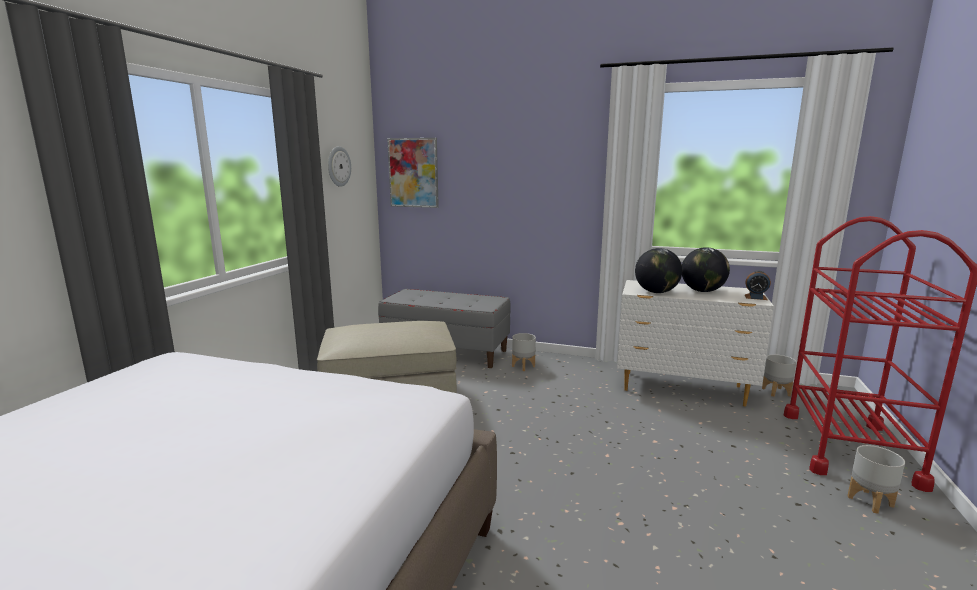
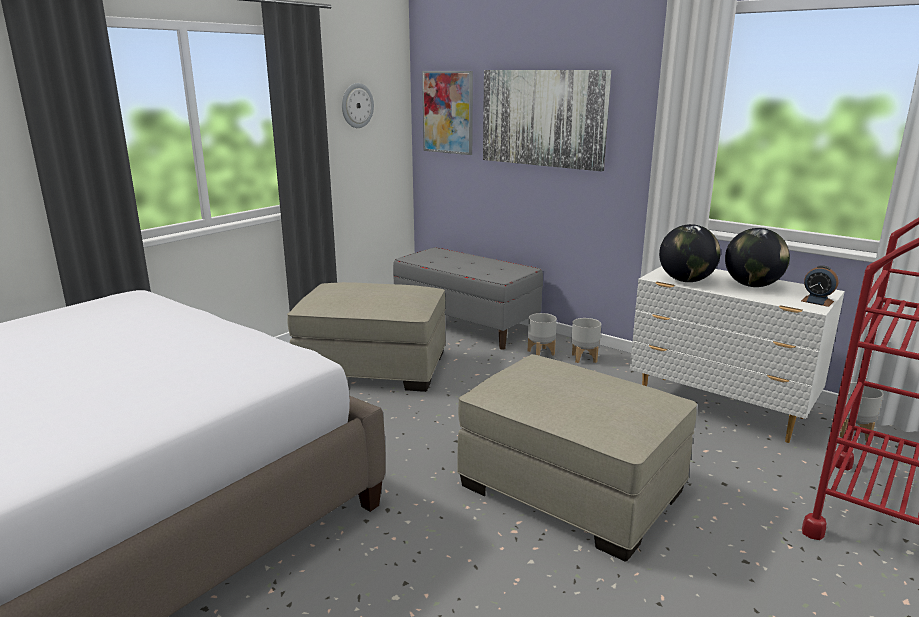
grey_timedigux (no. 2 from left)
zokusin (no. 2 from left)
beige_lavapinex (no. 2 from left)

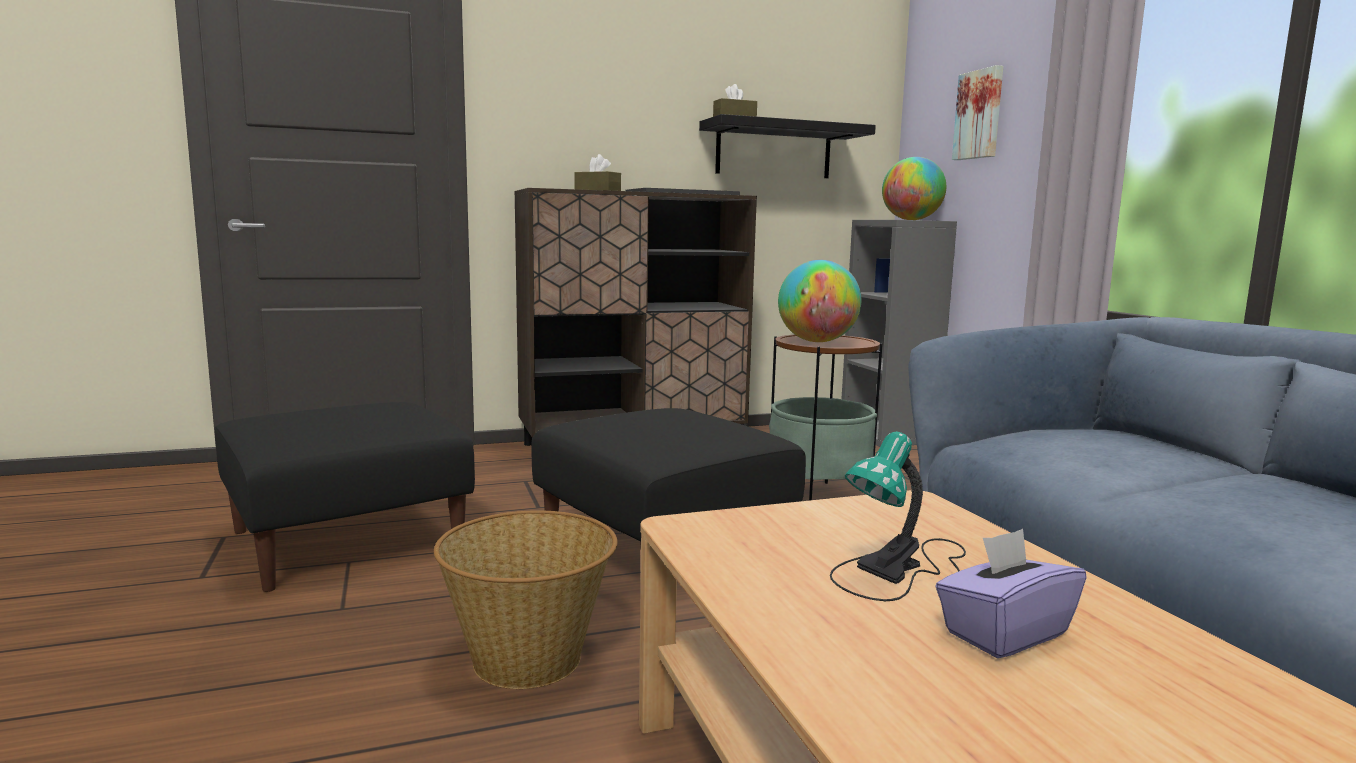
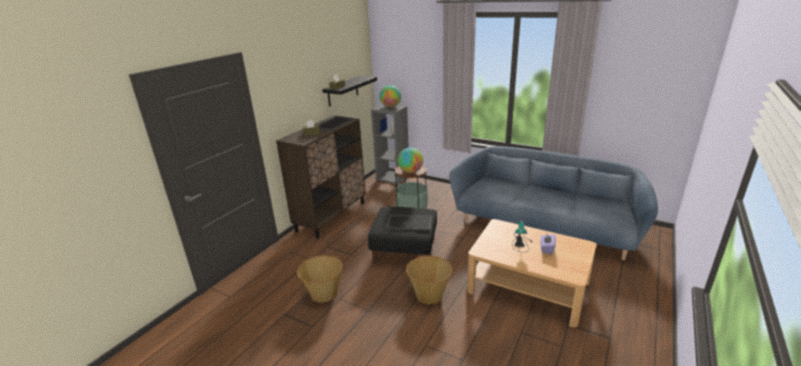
zokusin
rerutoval (no. 1 from left)
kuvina (no. 2 from left)

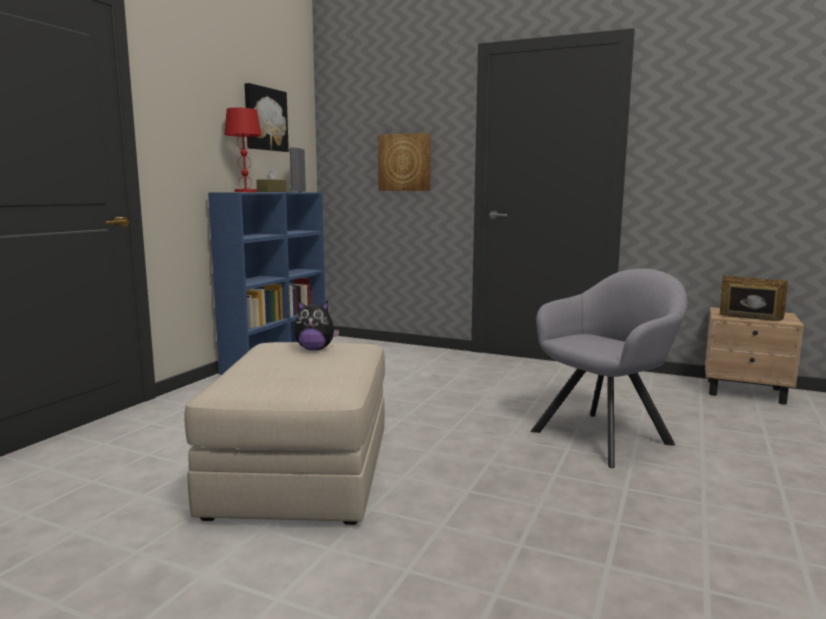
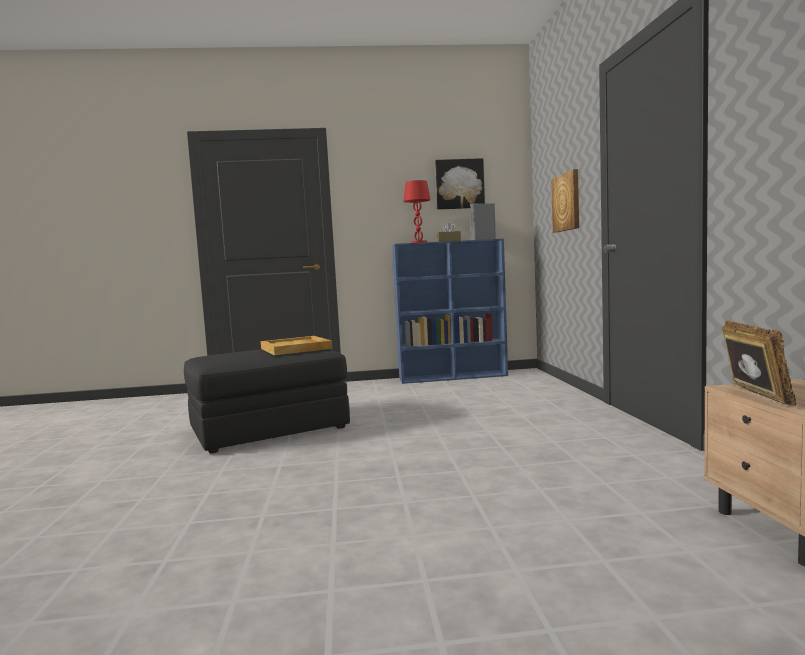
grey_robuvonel
beige_kuvina
black_lavapinex

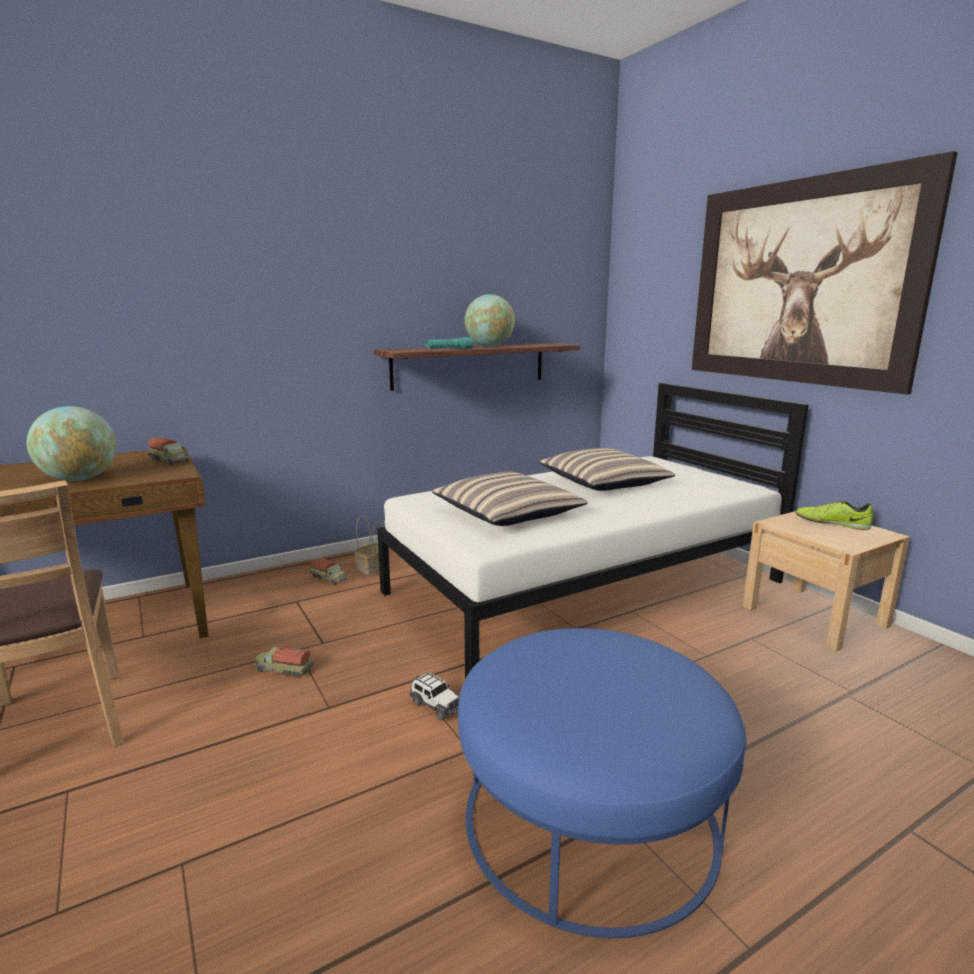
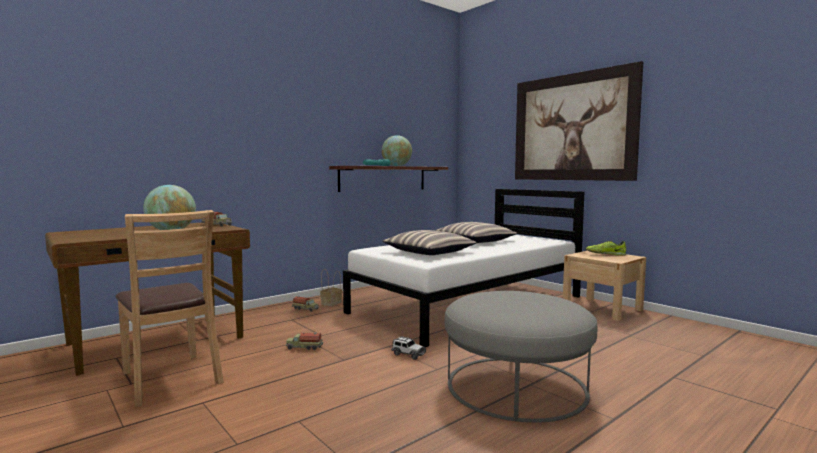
grey_lavapinex

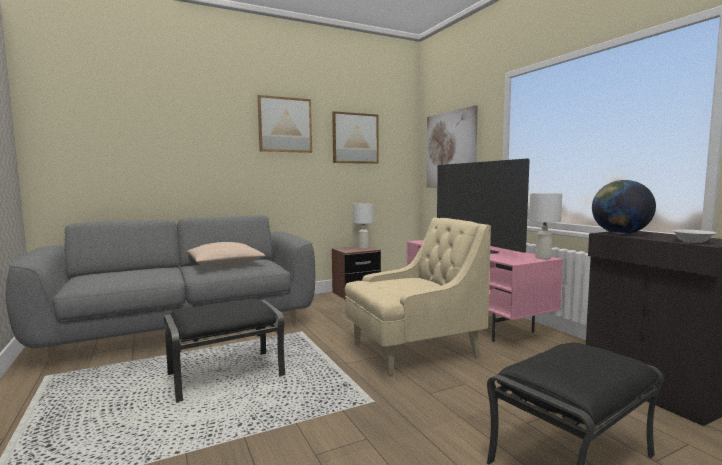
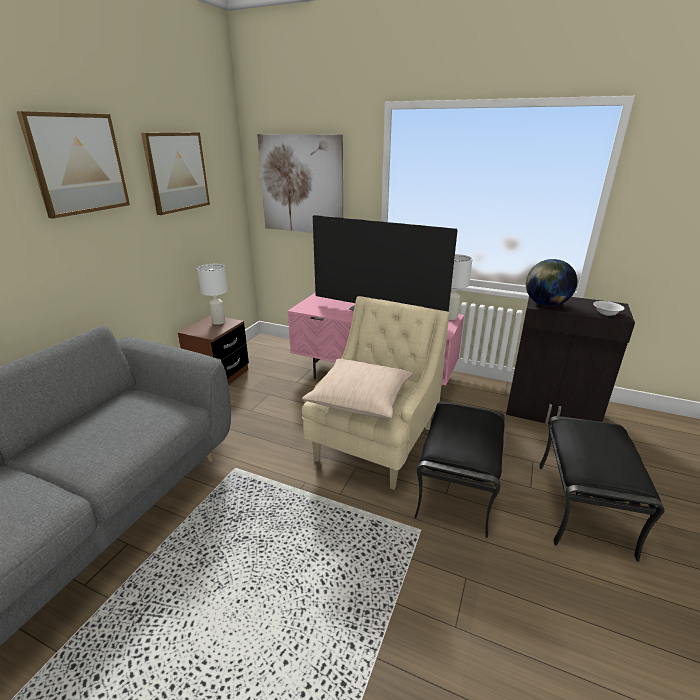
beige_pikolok
black_lavapinex (no. 1 from left)

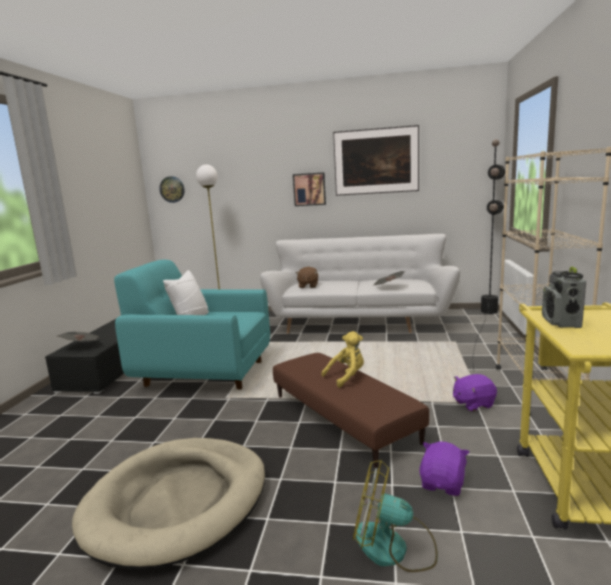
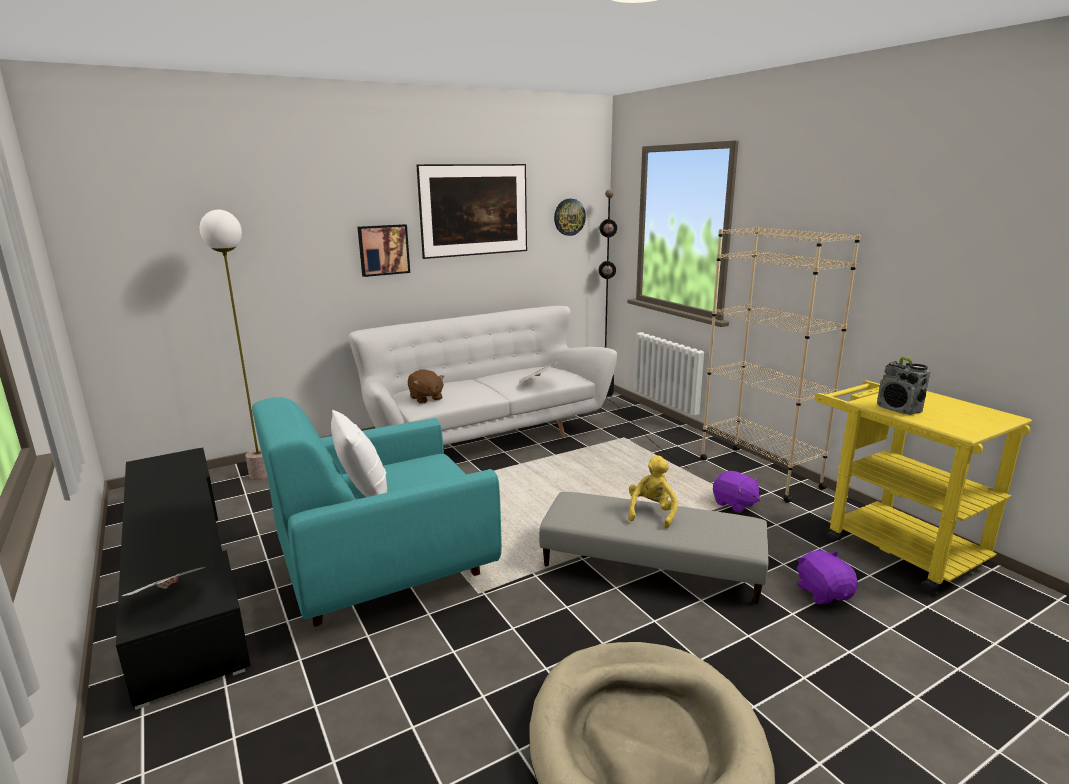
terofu
grey_lavapinex
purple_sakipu (no. 1 from left)
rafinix

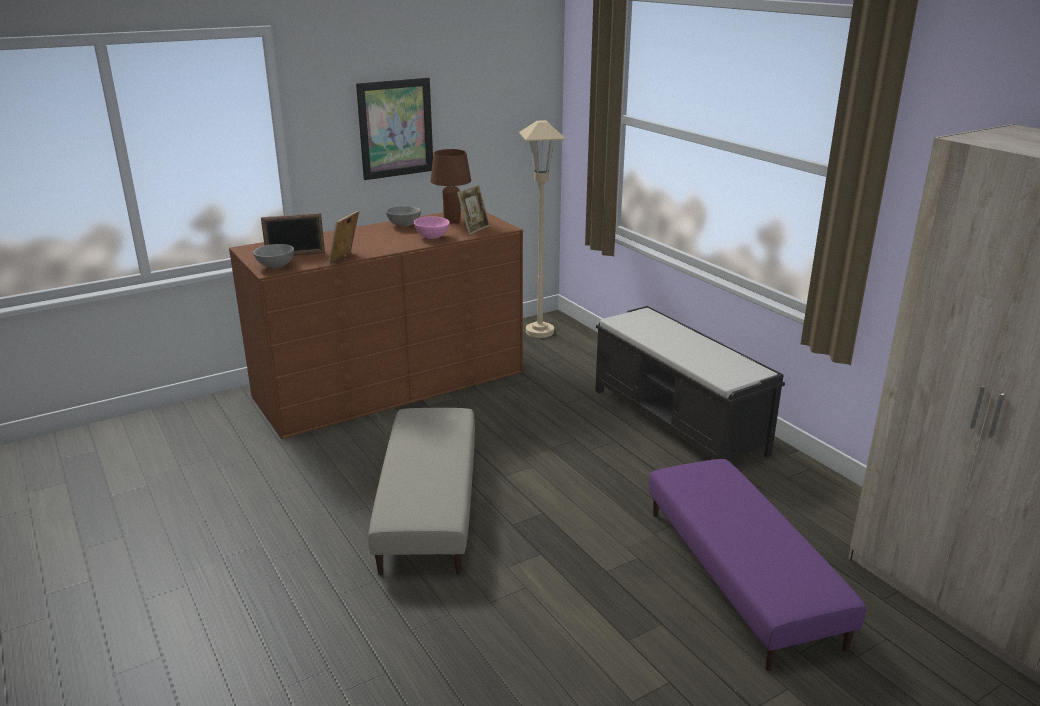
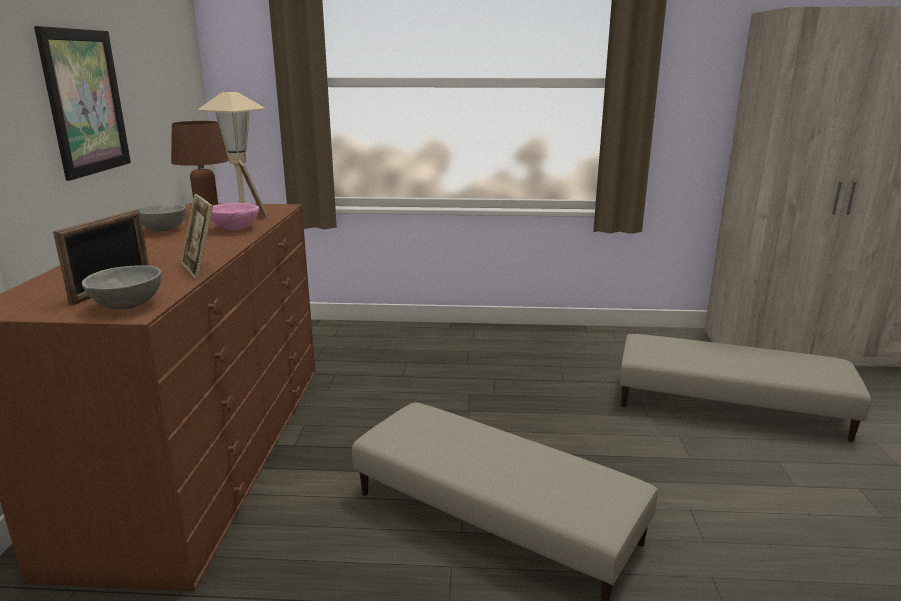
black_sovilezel
beige_lavapinex (no. 2 from left)

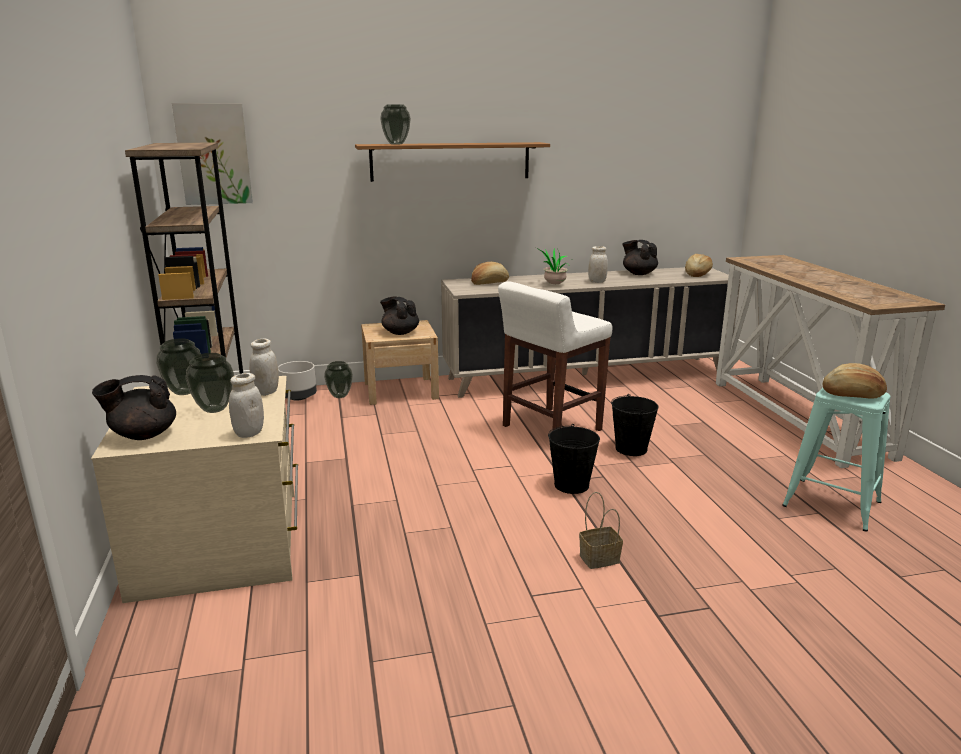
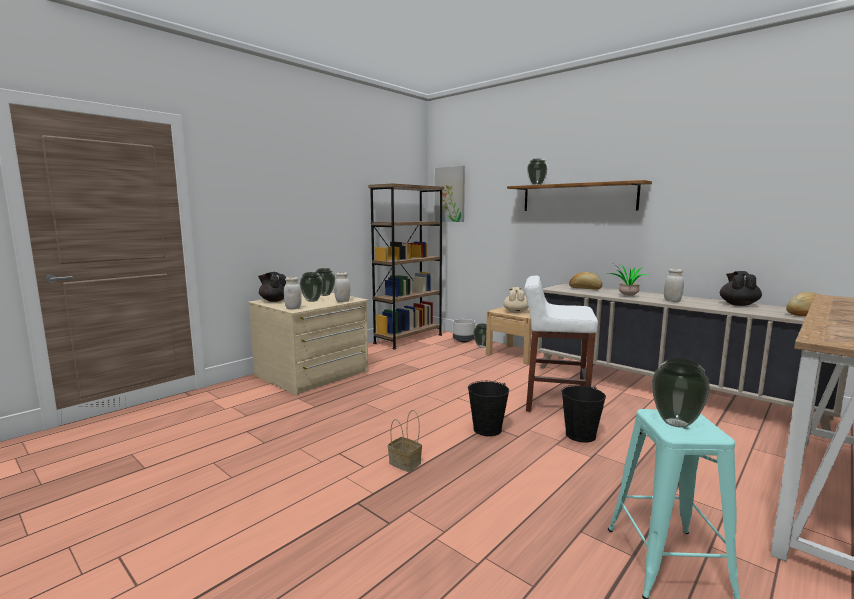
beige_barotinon
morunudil (no. 5 from left)

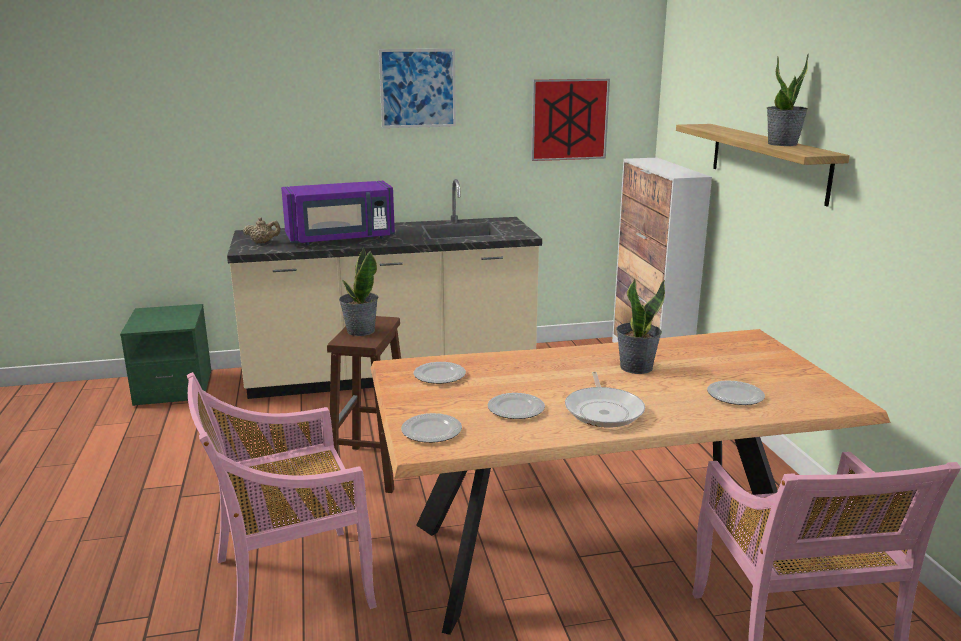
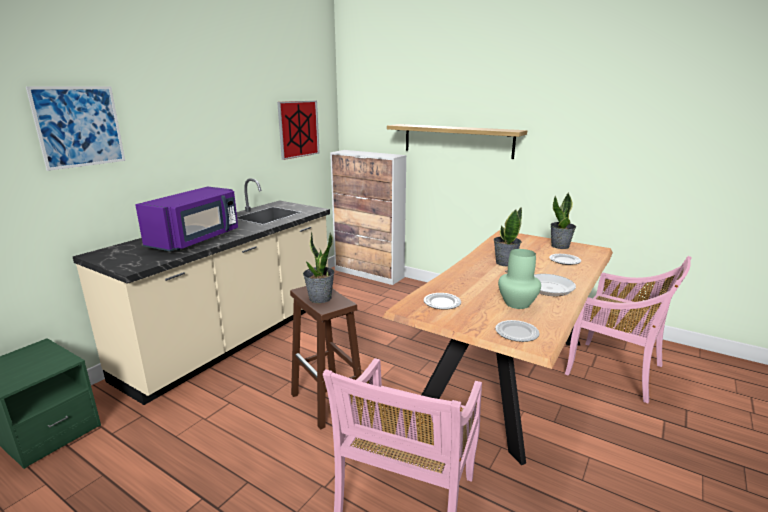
zokusin (no. 1 from left)
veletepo (no. 3 from left)
beige_barotinon
green_morunudil

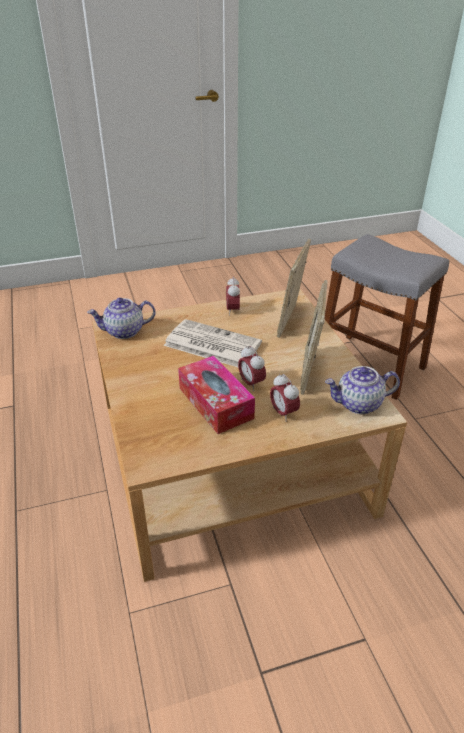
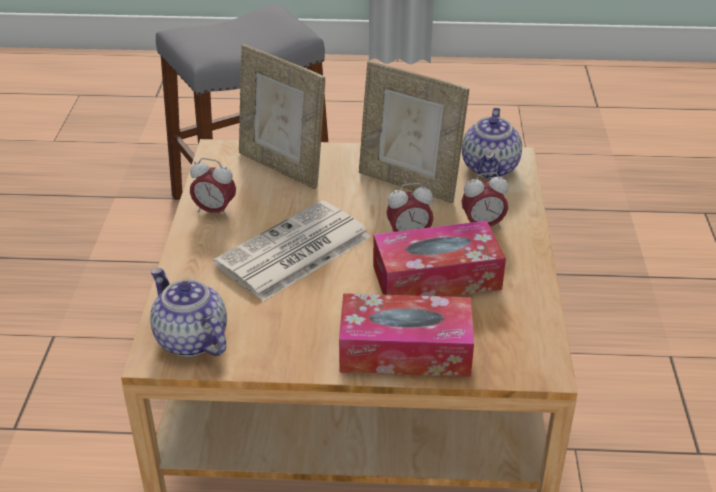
barotinon (no. 1 from left)
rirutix (no. 1 from left)

